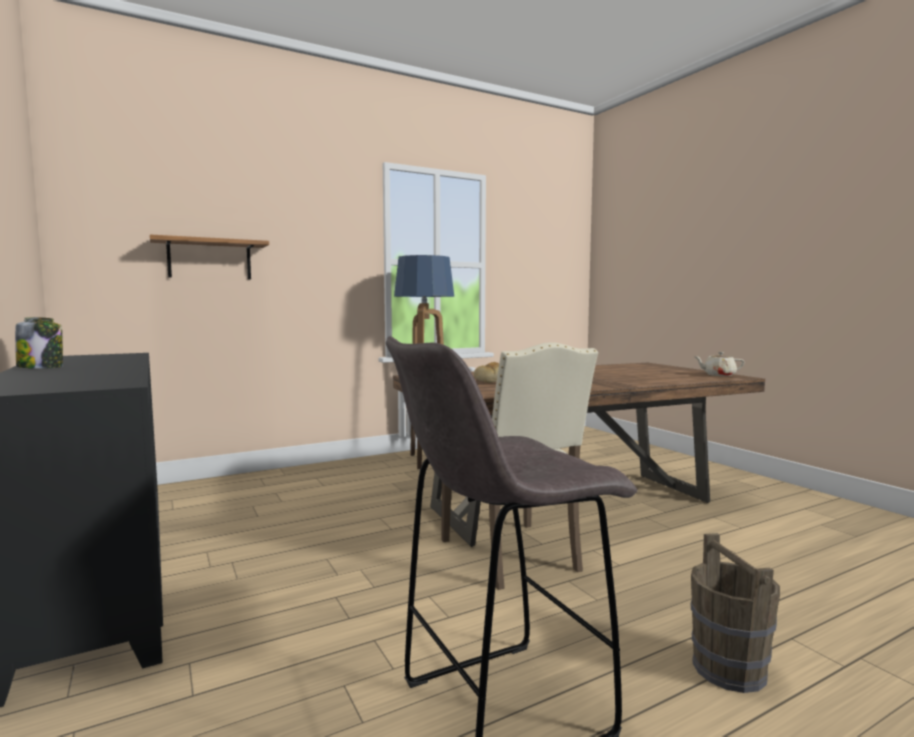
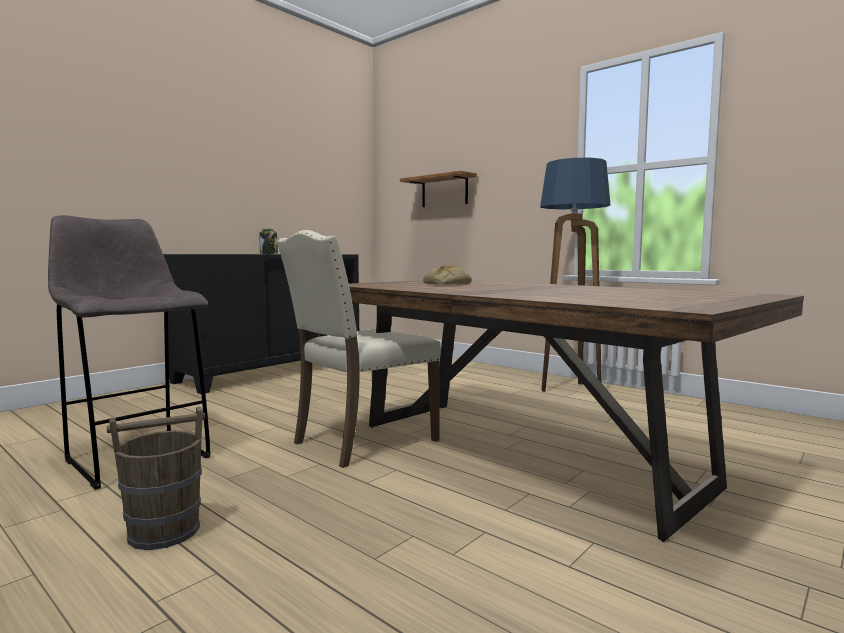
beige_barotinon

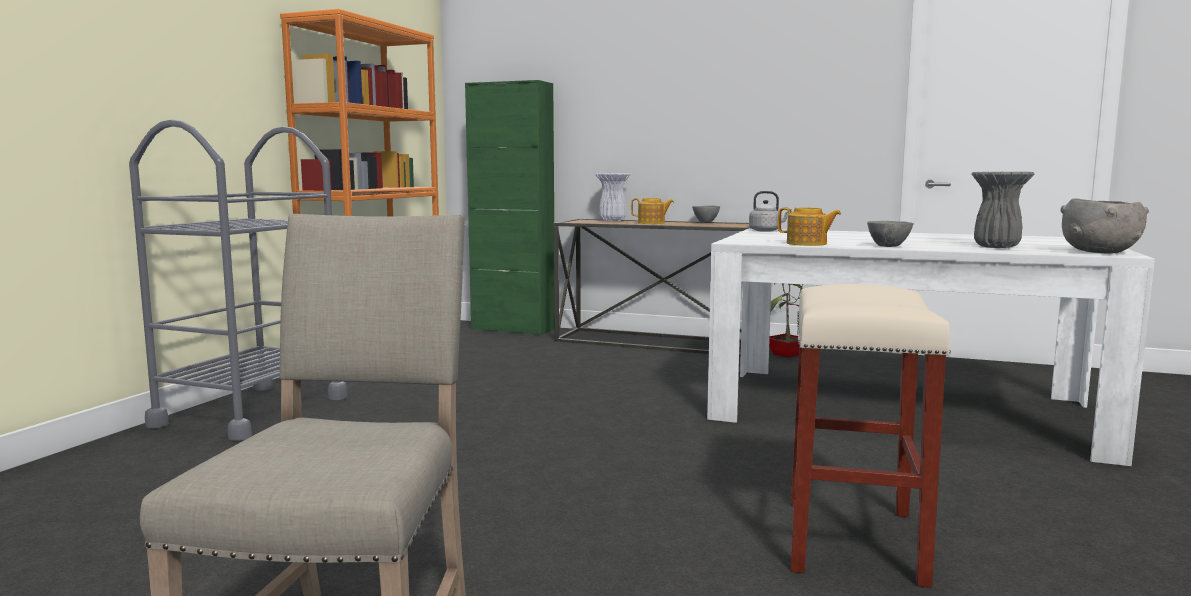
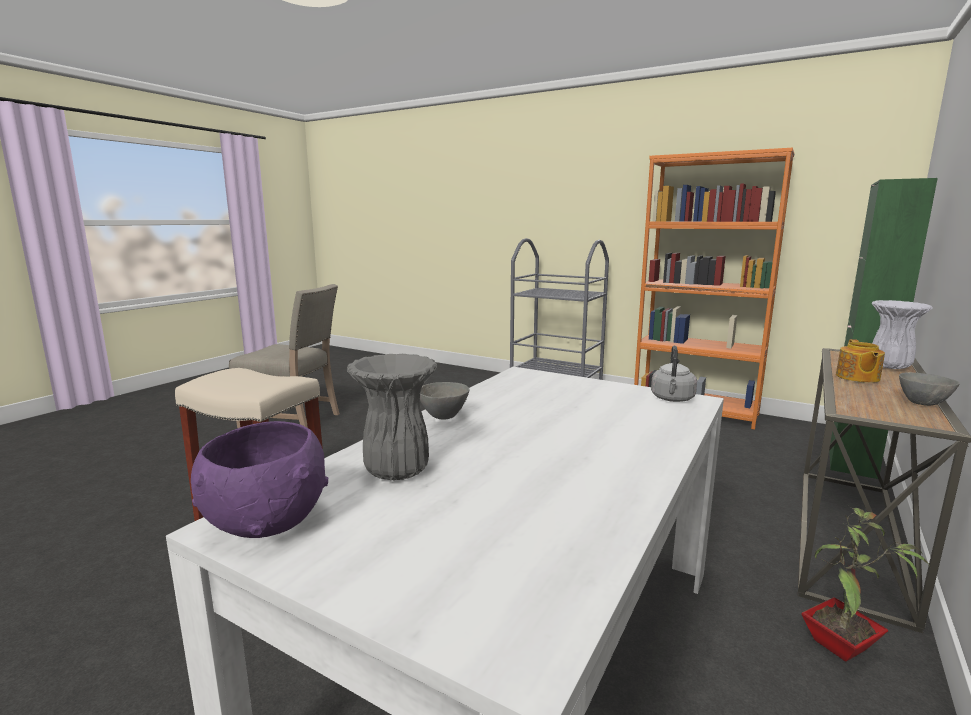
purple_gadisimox
barotinon (no. 2 from left in the first image)

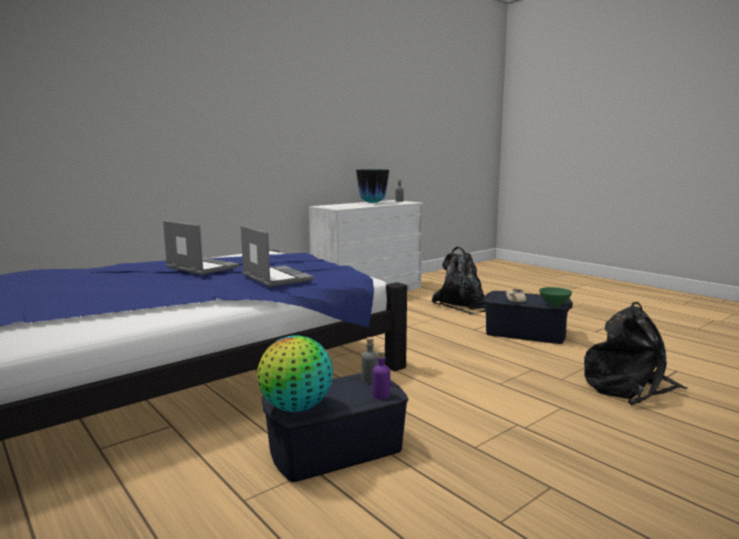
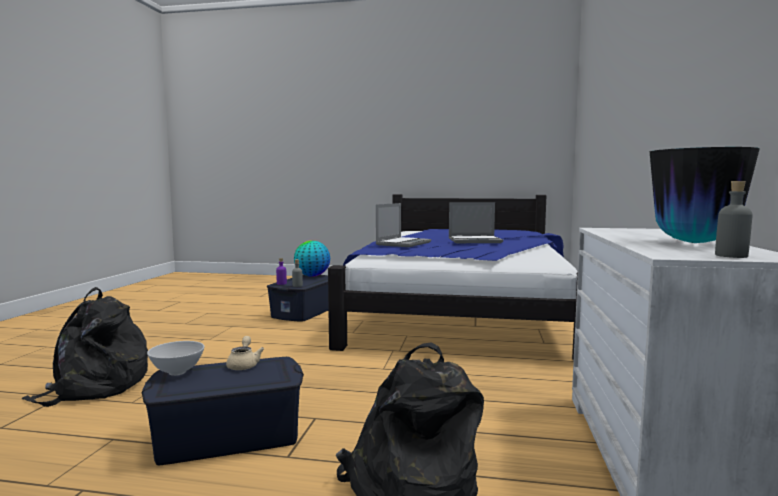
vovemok (no. 1 from left)
white_gadisimox

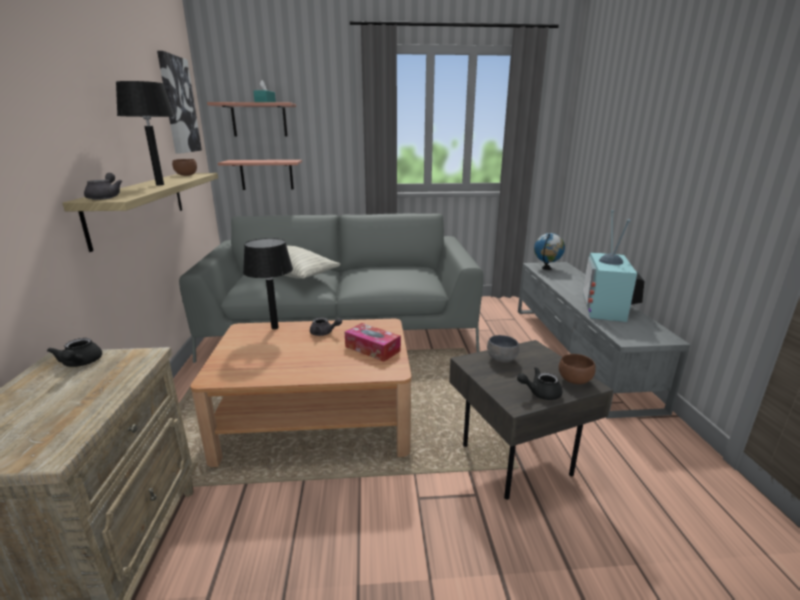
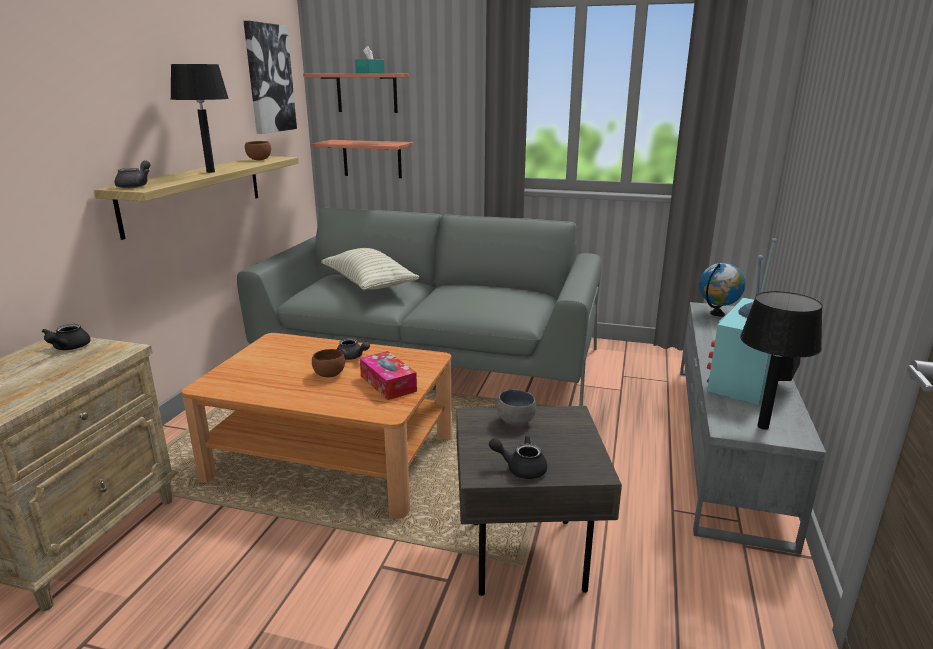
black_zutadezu (no. 2 from left)
brown_gadisimox (no. 2 from left)

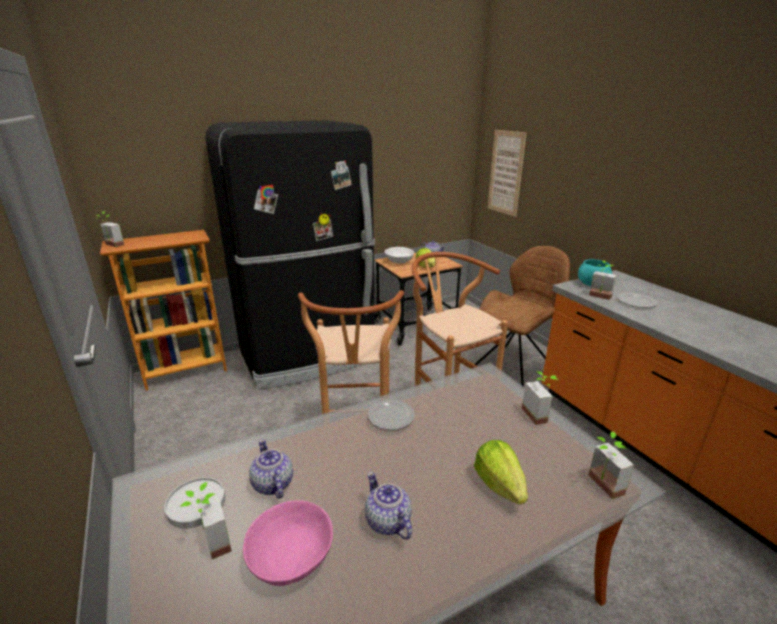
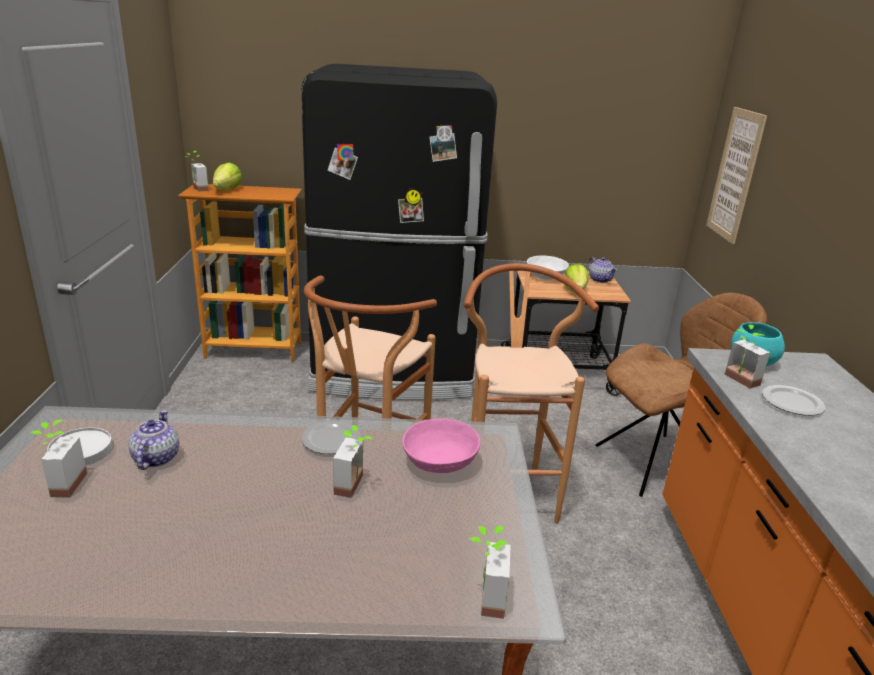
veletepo (no. 3 from left)
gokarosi (no. 1 from left)
barotinon (no. 2 from left in the first image)
pink_gadisimox

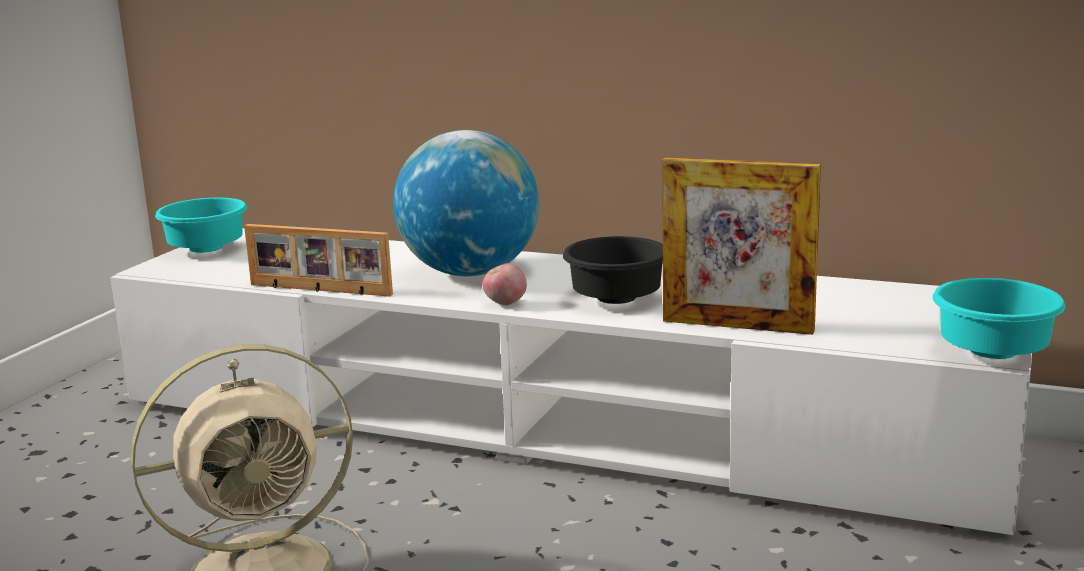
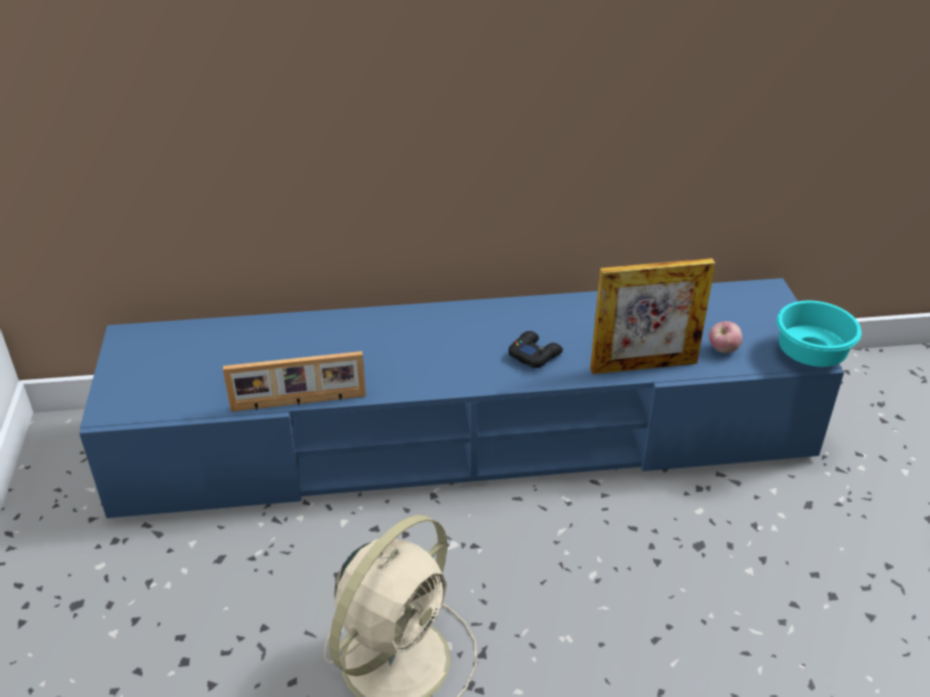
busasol
turquoise_gadisimox (no. 1 from left in the first image)
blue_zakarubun
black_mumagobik
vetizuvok

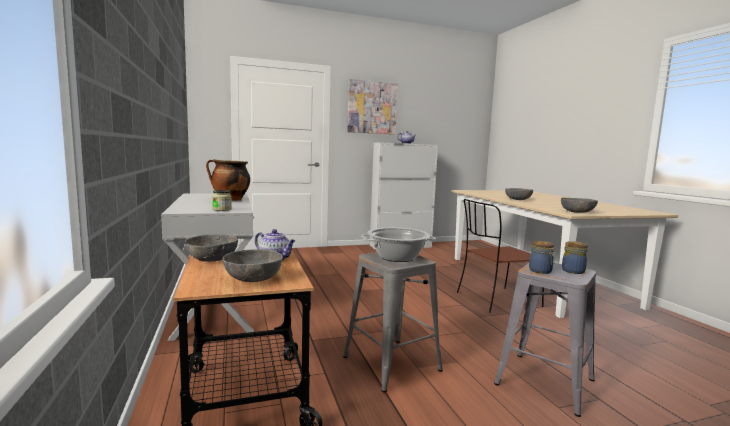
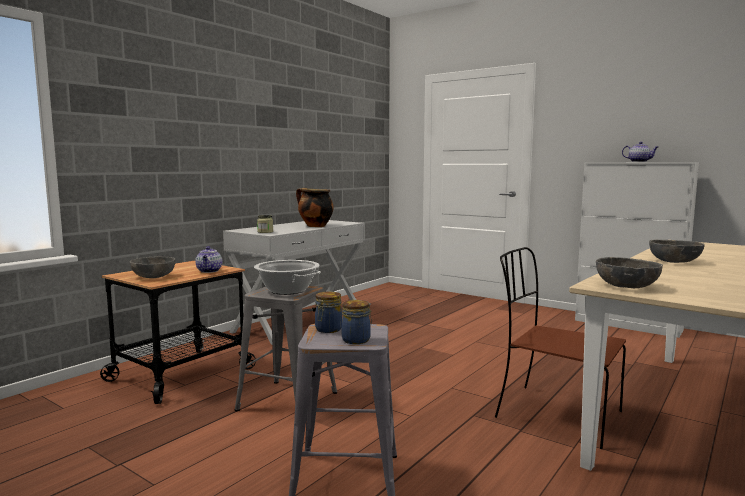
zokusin
grey_gadisimox (no. 1 from left in the first image)

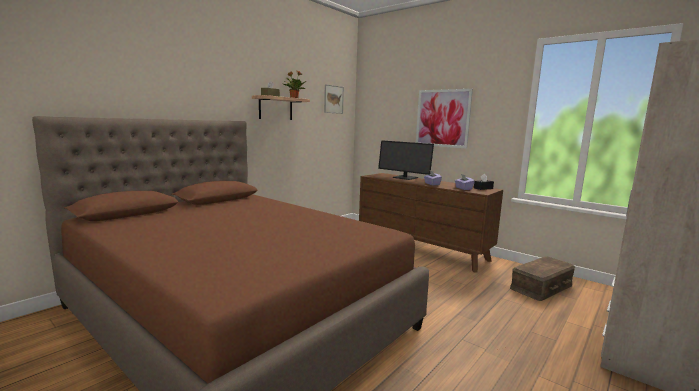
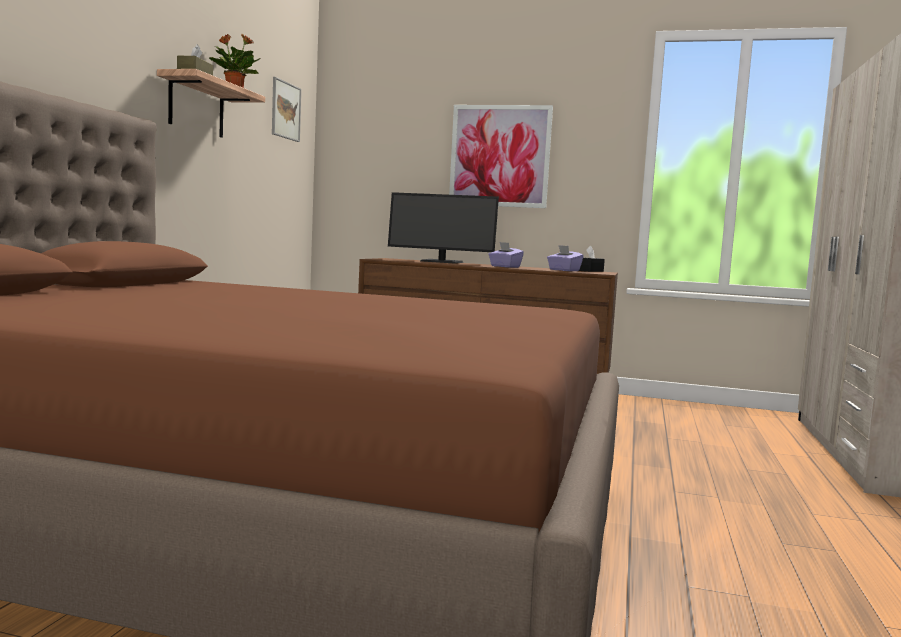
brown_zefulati

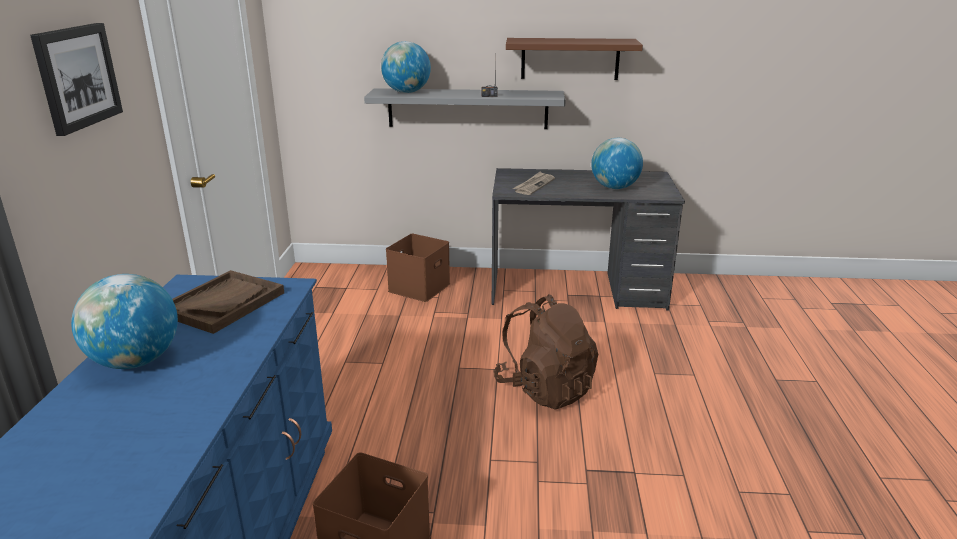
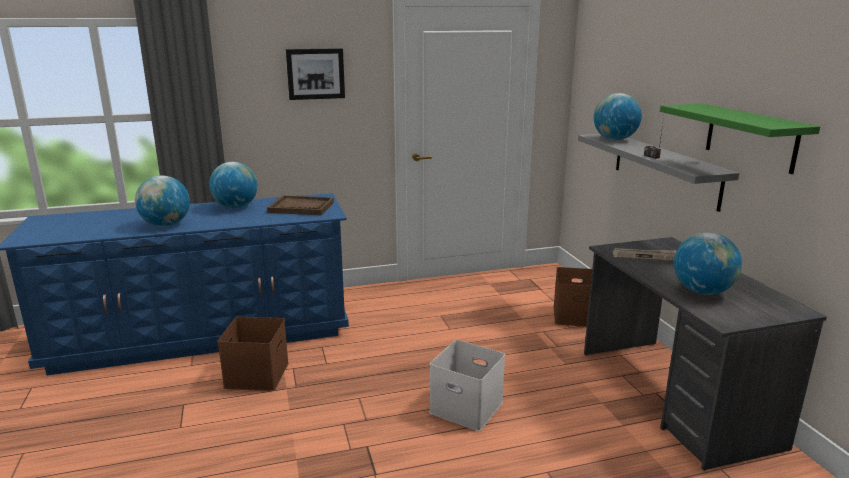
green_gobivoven
white_zefulati
busasol (no. 1 from left)

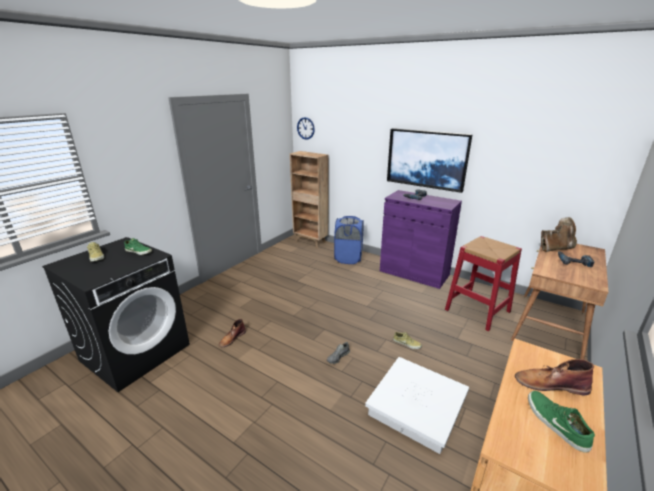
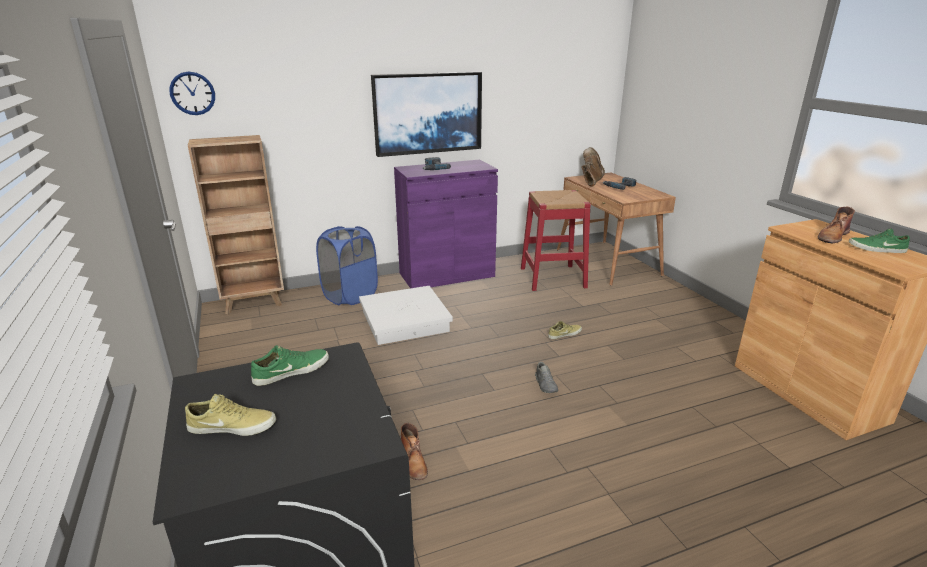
white_zefulati

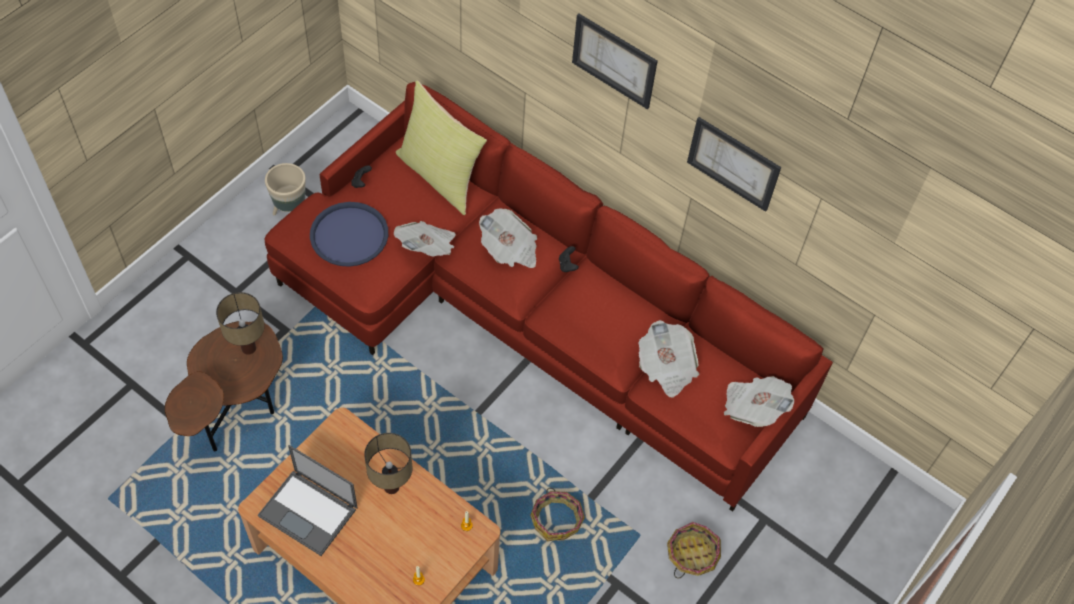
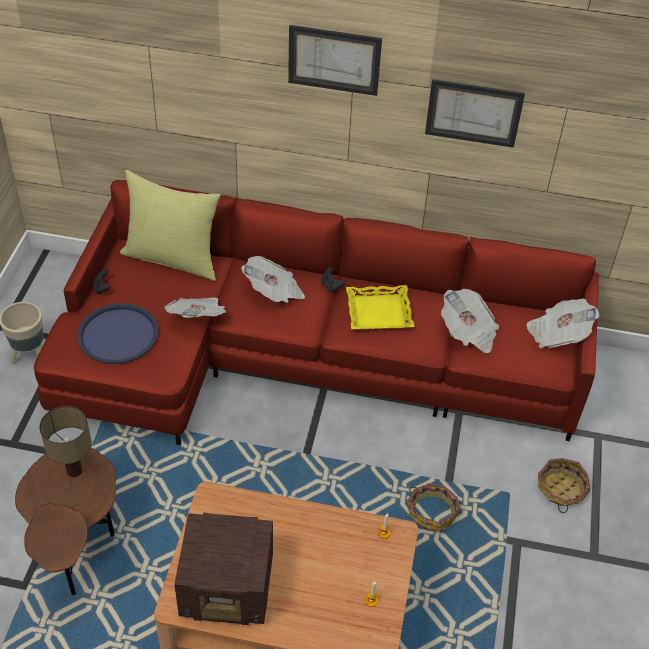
zutadezu (no. 2 from left in the first image)
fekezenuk
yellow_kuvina

